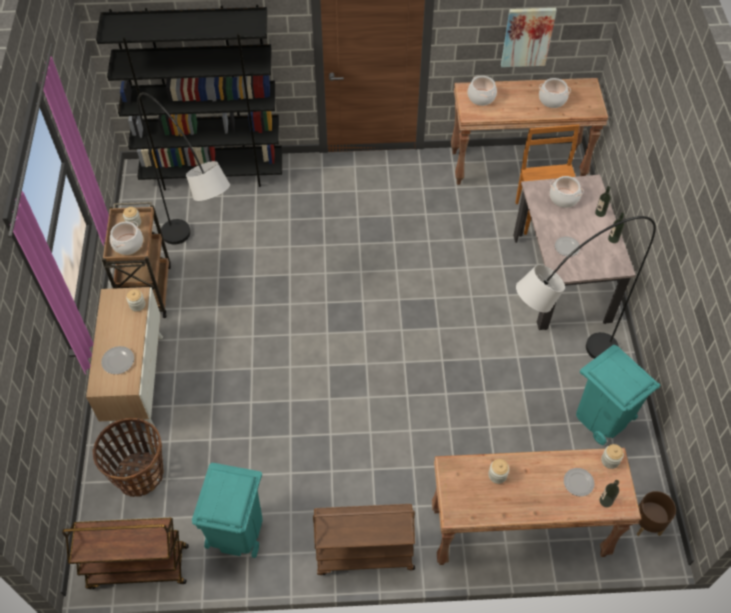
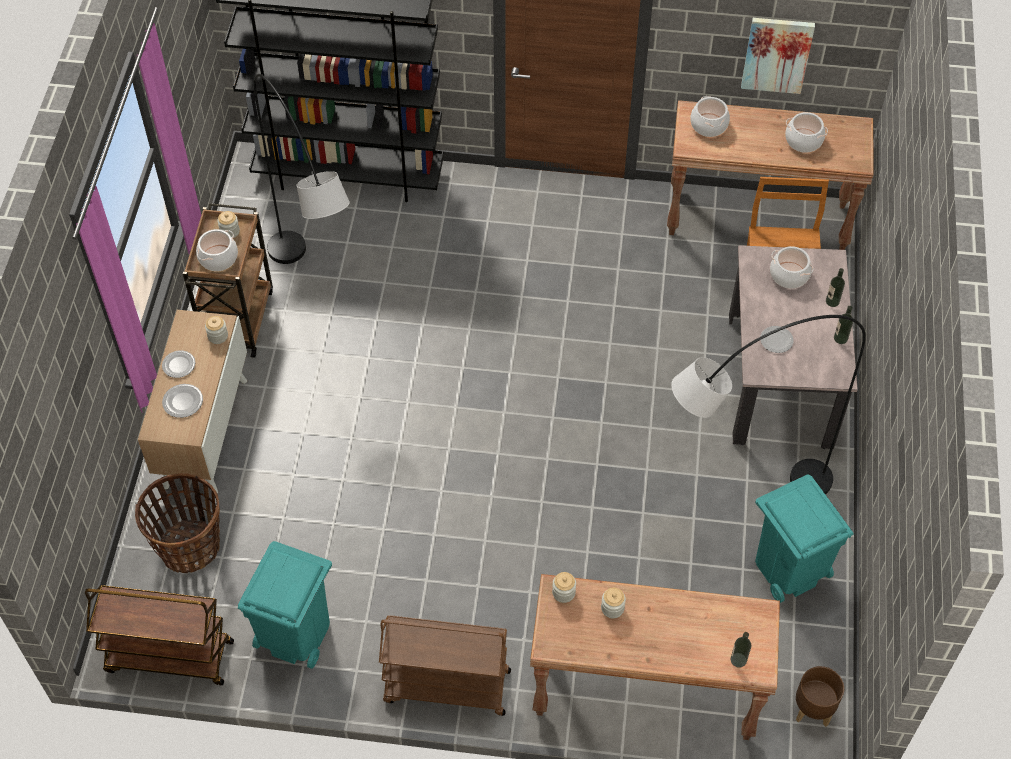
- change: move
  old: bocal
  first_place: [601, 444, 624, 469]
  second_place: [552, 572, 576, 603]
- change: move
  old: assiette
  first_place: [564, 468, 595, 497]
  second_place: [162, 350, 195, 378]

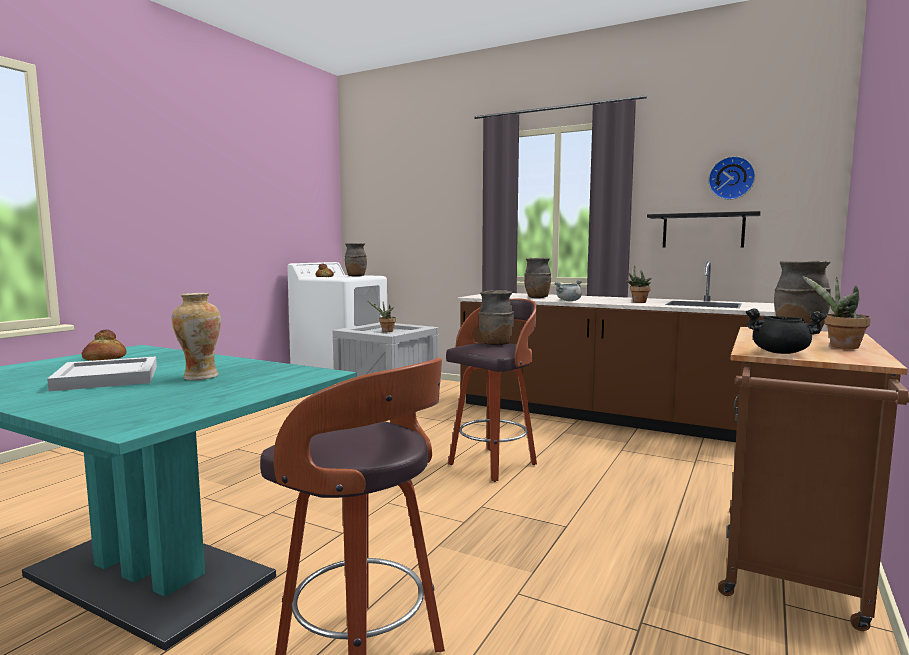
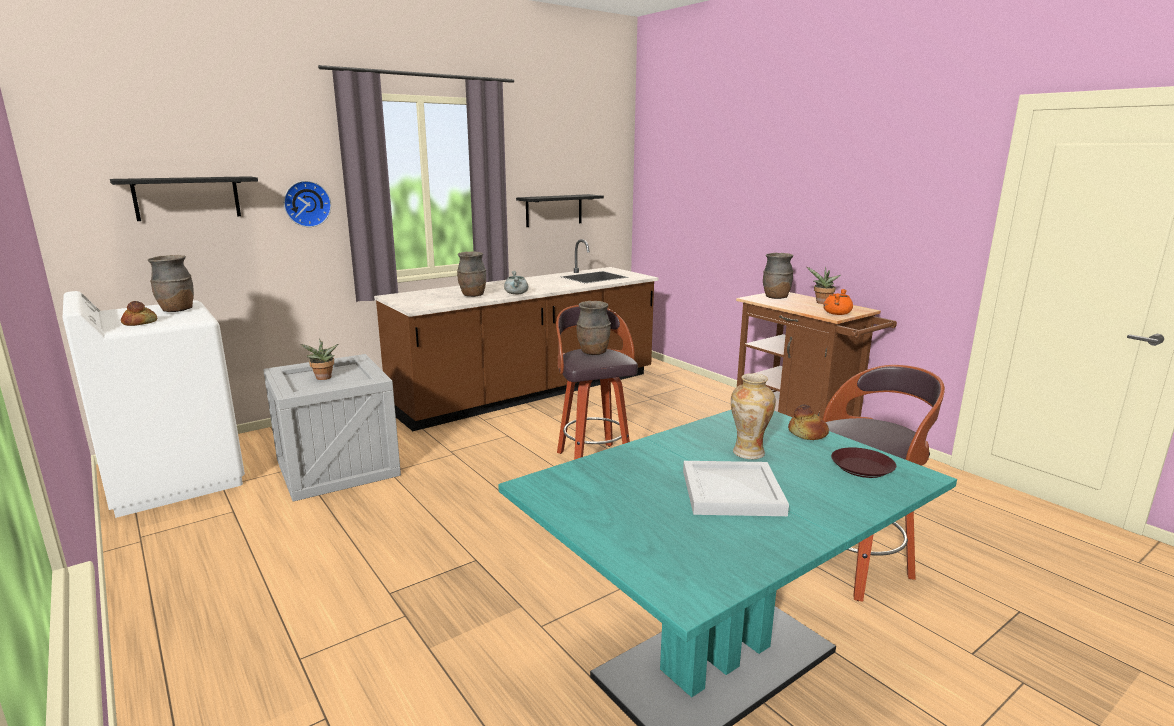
- change: move
  old: horloge murale
  first_place: [708, 156, 755, 200]
  second_place: [284, 181, 331, 227]
- change: delete
  old: plante en pot
  first_place: [626, 266, 652, 303]
- change: recolor
  old: marmite/noir
  new: marmite/orange
  first_place: [746, 308, 827, 354]
  second_place: [823, 289, 853, 315]
- change: move
  old: pain
  first_place: [82, 330, 127, 361]
  second_place: [788, 404, 829, 440]
- change: insert
  new: étagère/noir
  second_place: [110, 176, 258, 221]
- change: insert
  new: assiette/marron
  second_place: [831, 447, 896, 478]

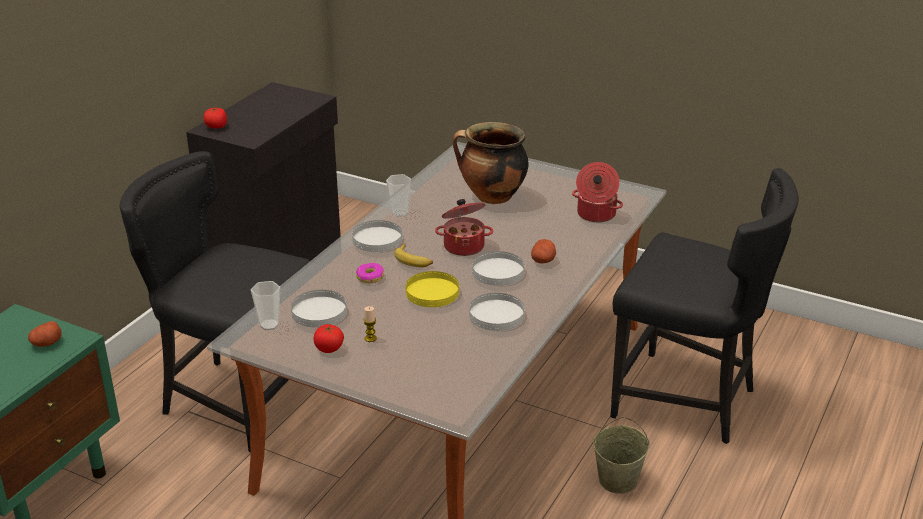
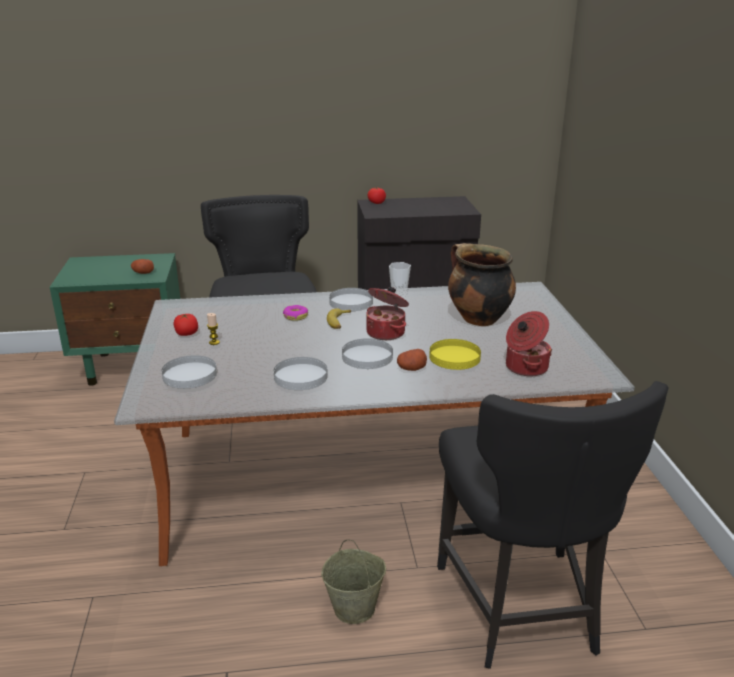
- change: move
  old: assiette/jaune
  first_place: [406, 271, 459, 307]
  second_place: [429, 339, 481, 370]
- change: delete
  old: tasse
  first_place: [251, 281, 280, 330]
- change: move
  old: assiette/blanc
  first_place: [291, 290, 347, 328]
  second_place: [161, 355, 217, 389]

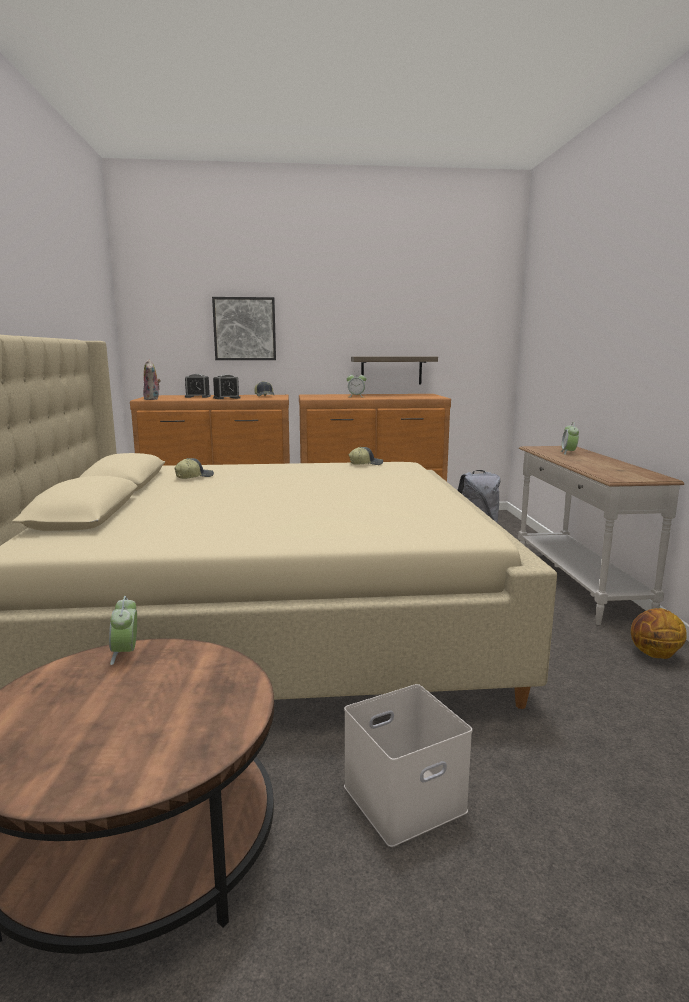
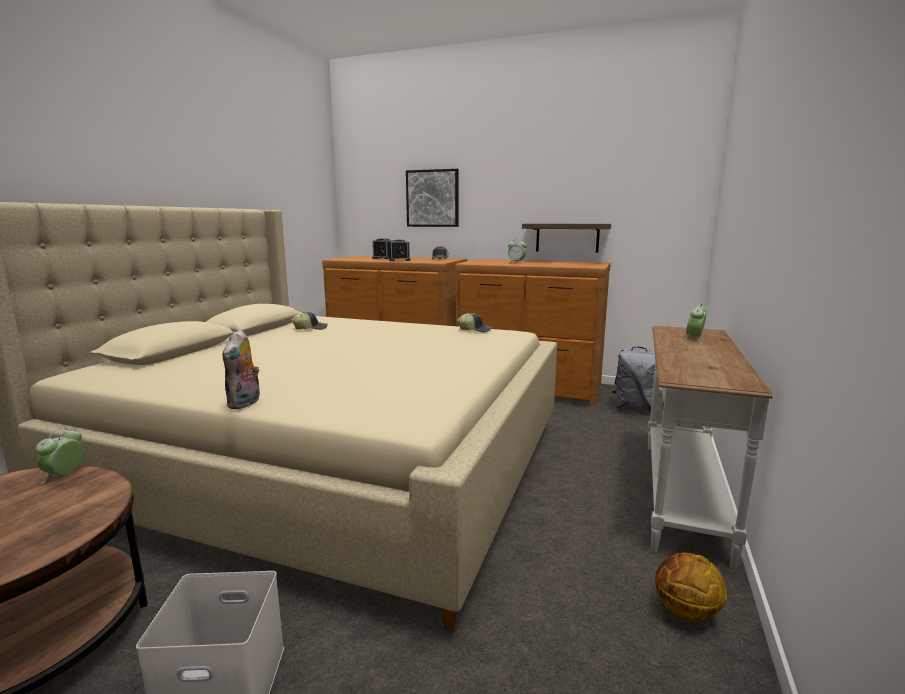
- change: move
  old: peluche
  first_place: [143, 359, 161, 400]
  second_place: [223, 329, 260, 409]

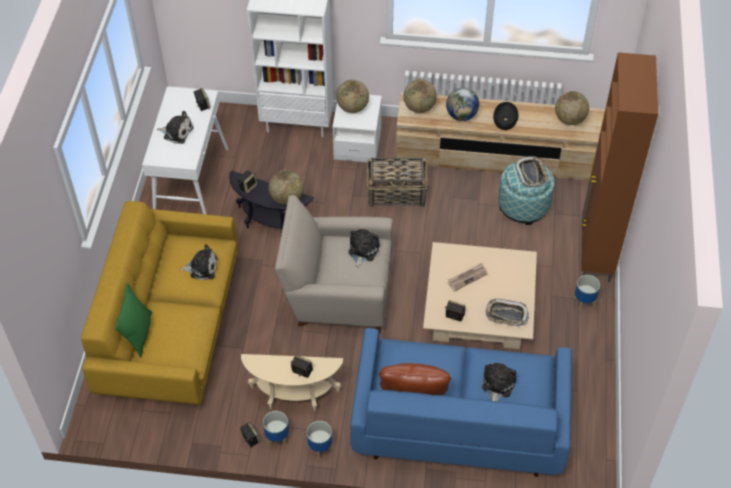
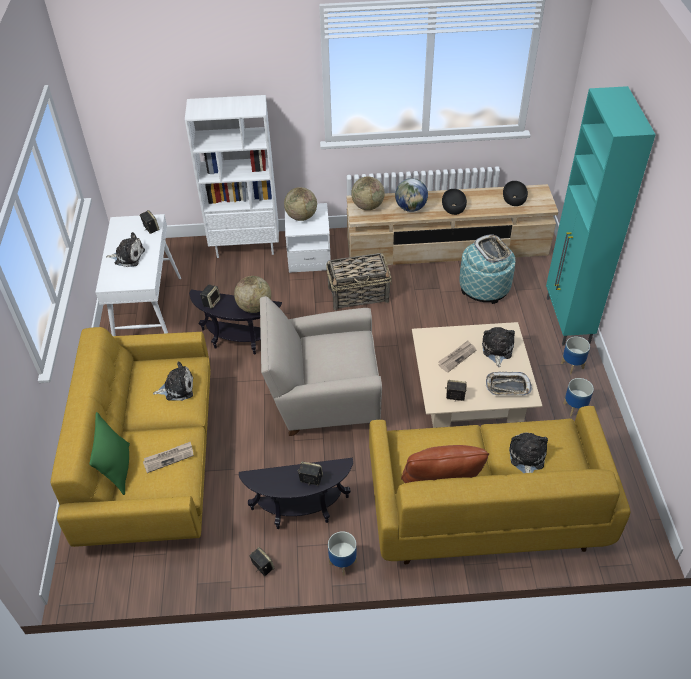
- change: recolor
  old: meuble de rangement/marron
  new: meuble de rangement/turquoise
  first_place: [581, 52, 658, 282]
  second_place: [546, 86, 656, 345]
- change: replace
  old: globe
  new: bol/noir
  first_place: [555, 91, 589, 125]
  second_place: [503, 181, 528, 206]
- change: move
  old: peluche
  first_place: [348, 229, 380, 268]
  second_place: [482, 327, 515, 367]
- change: recolor
  old: canapé/bleu
  new: canapé/jaune
  first_place: [350, 328, 572, 477]
  second_place: [369, 406, 630, 565]
- change: recolor
  old: table d'appoint/beige
  new: table d'appoint/noir
  first_place: [241, 354, 343, 411]
  second_place: [239, 458, 353, 529]
- change: move
  old: cache-pot
  first_place: [263, 411, 289, 447]
  second_place: [563, 378, 594, 416]
- change: insert
  new: journal
  second_place: [143, 442, 194, 473]

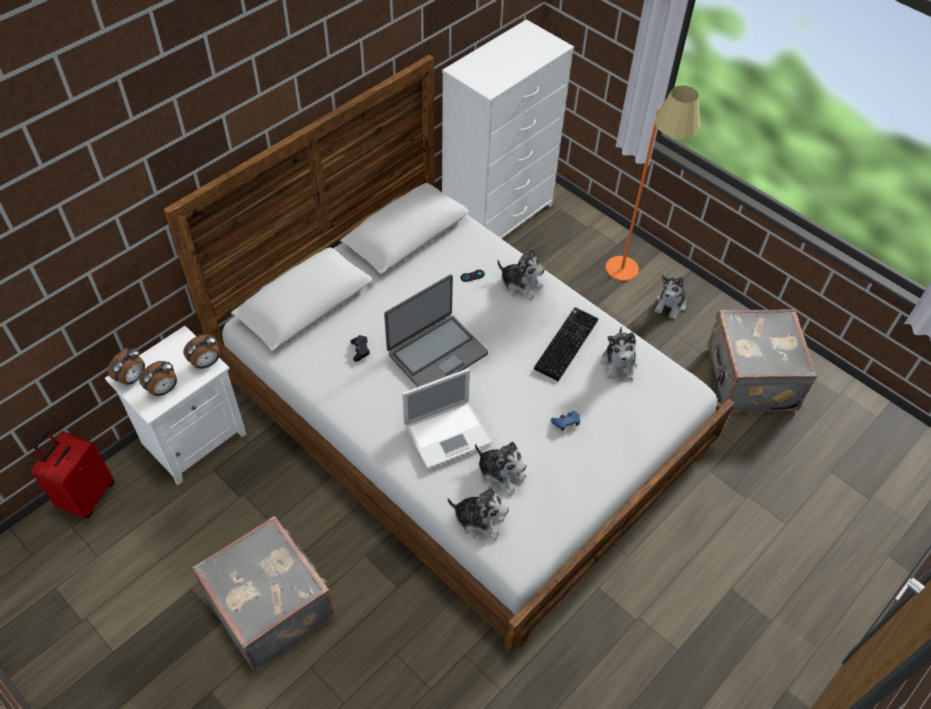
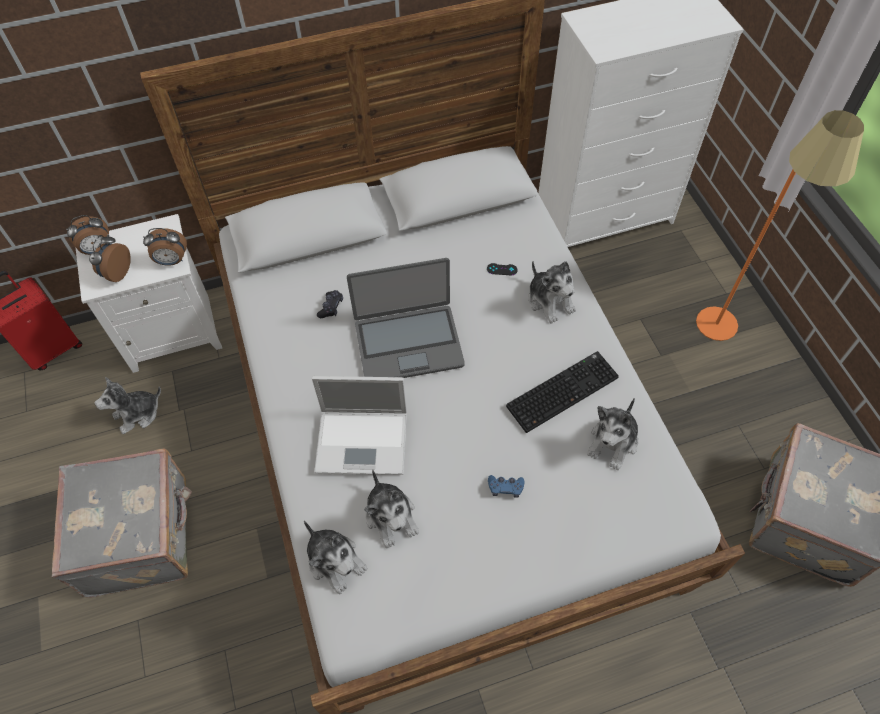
- change: move
  old: peluche
  first_place: [655, 275, 686, 319]
  second_place: [95, 377, 161, 434]
- change: rotate
  old: réveil
  first_place: [139, 361, 177, 396]
  second_place: [89, 234, 131, 282]
  degrees: 120

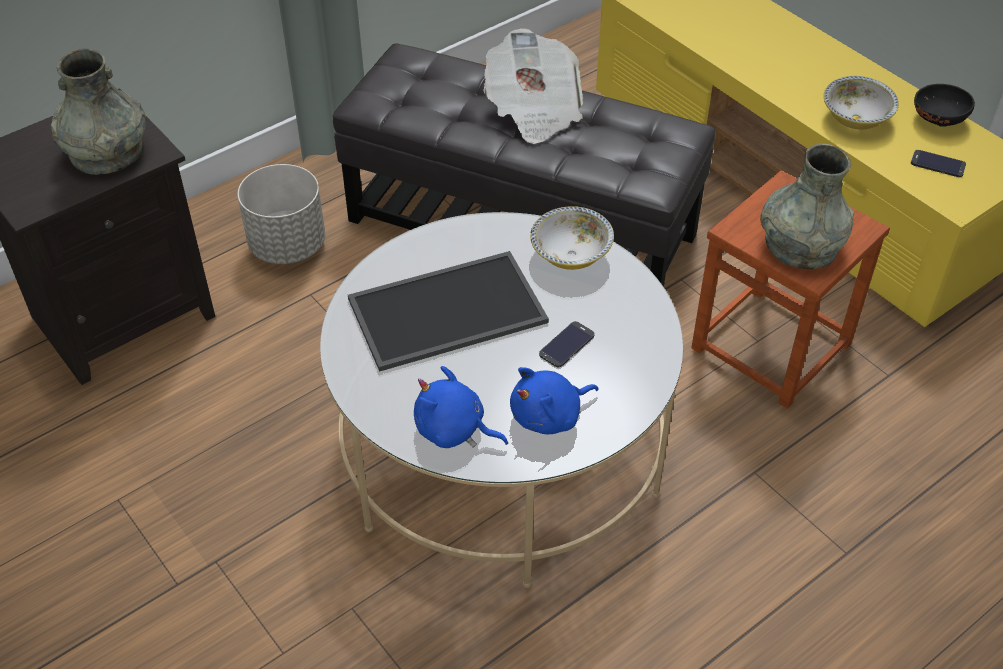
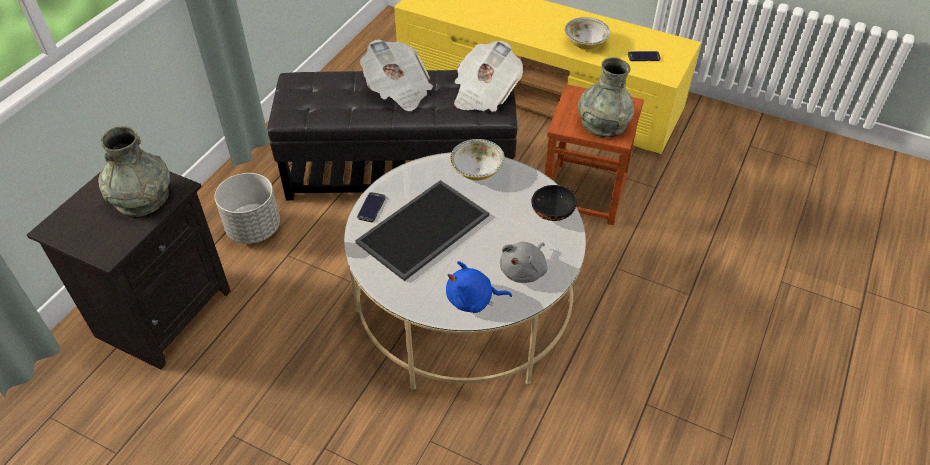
- change: move
  old: bol/noir
  first_place: [914, 84, 975, 127]
  second_place: [532, 185, 577, 221]
- change: move
  old: téléphone
  first_place: [539, 321, 595, 367]
  second_place: [357, 192, 386, 222]
- change: recolor
  old: peluche/bleu
  new: peluche/gris
  first_place: [510, 367, 599, 434]
  second_place: [500, 242, 548, 283]
- change: insert
  new: journal
  second_place: [454, 41, 523, 112]

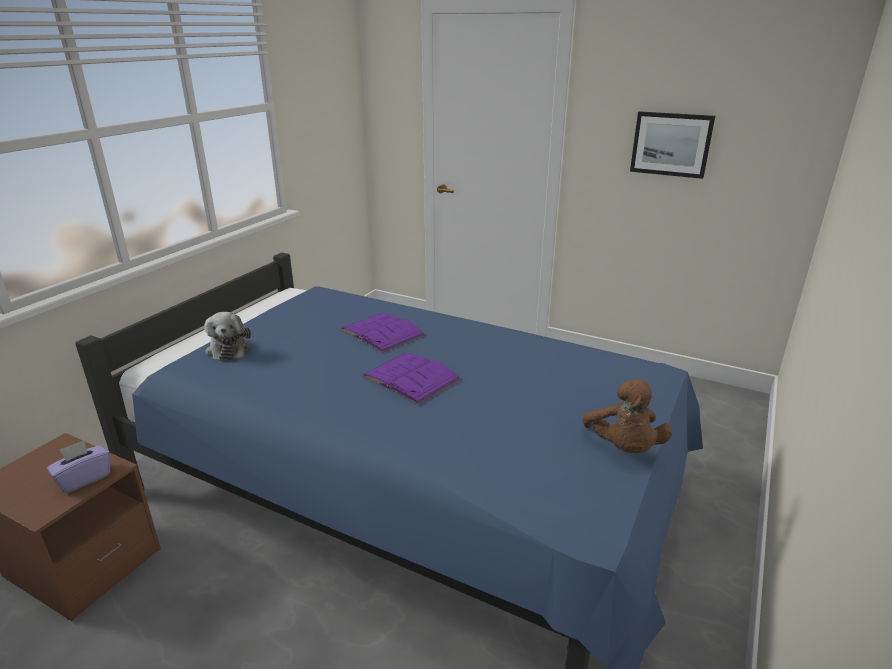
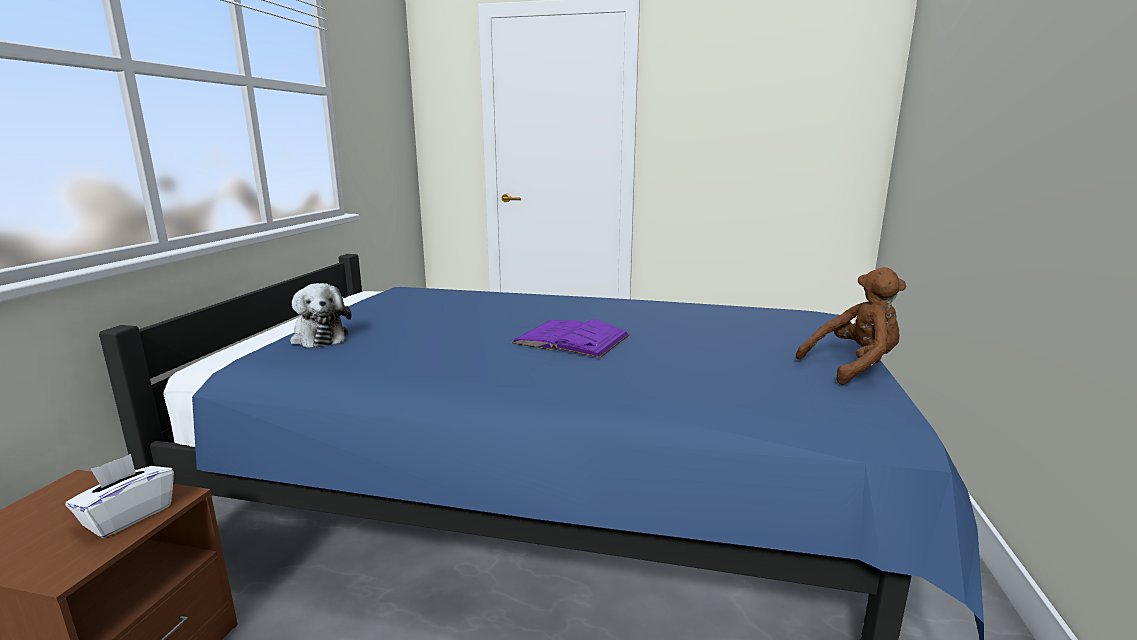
- change: delete
  old: tableau
  first_place: [630, 111, 715, 179]
- change: delete
  old: livre/violet
  first_place: [341, 313, 425, 353]
- change: rotate
  old: peluche/marron
  first_place: [582, 379, 672, 453]
  second_place: [796, 267, 907, 385]
  degrees: -90
- change: recolor
  old: boîte à mouchoirs/violet
  new: boîte à mouchoirs/blanc
  first_place: [46, 440, 110, 493]
  second_place: [65, 454, 174, 538]

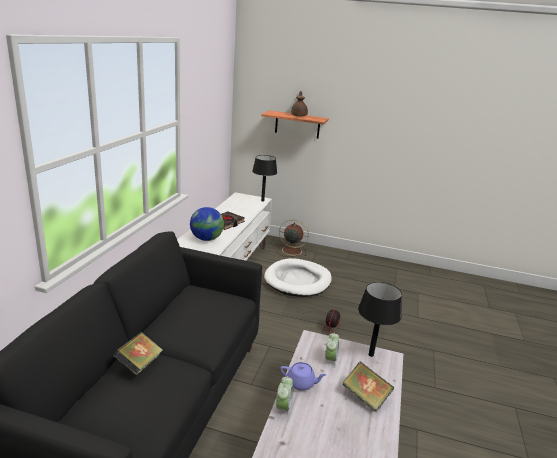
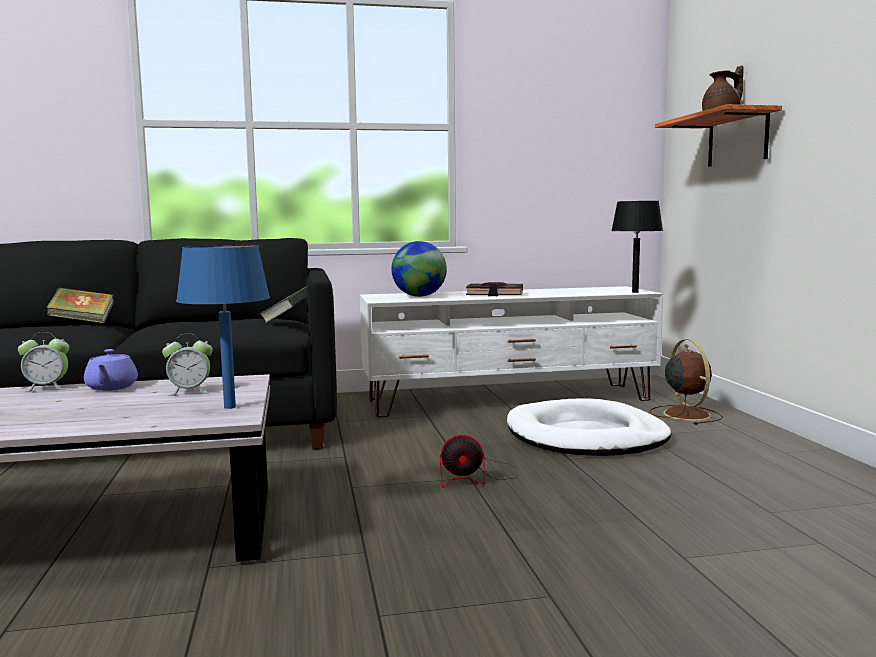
- change: recolor
  old: lampe de table/noir
  new: lampe de table/bleu
  first_place: [358, 282, 402, 357]
  second_place: [176, 245, 270, 409]
- change: move
  old: livre
  first_place: [343, 361, 394, 412]
  second_place: [260, 286, 308, 323]

